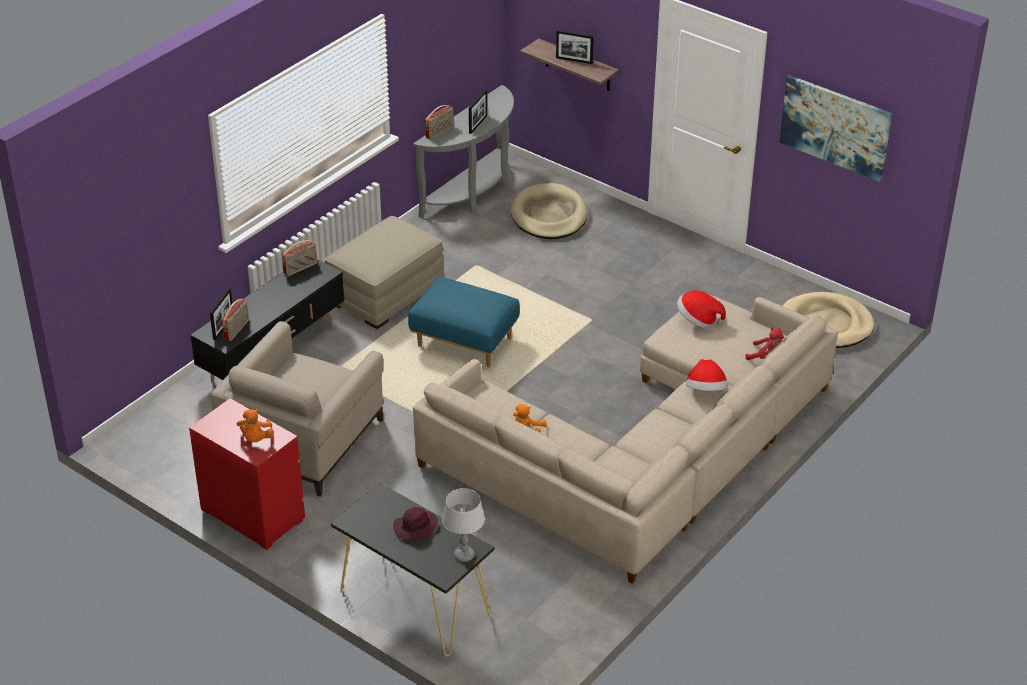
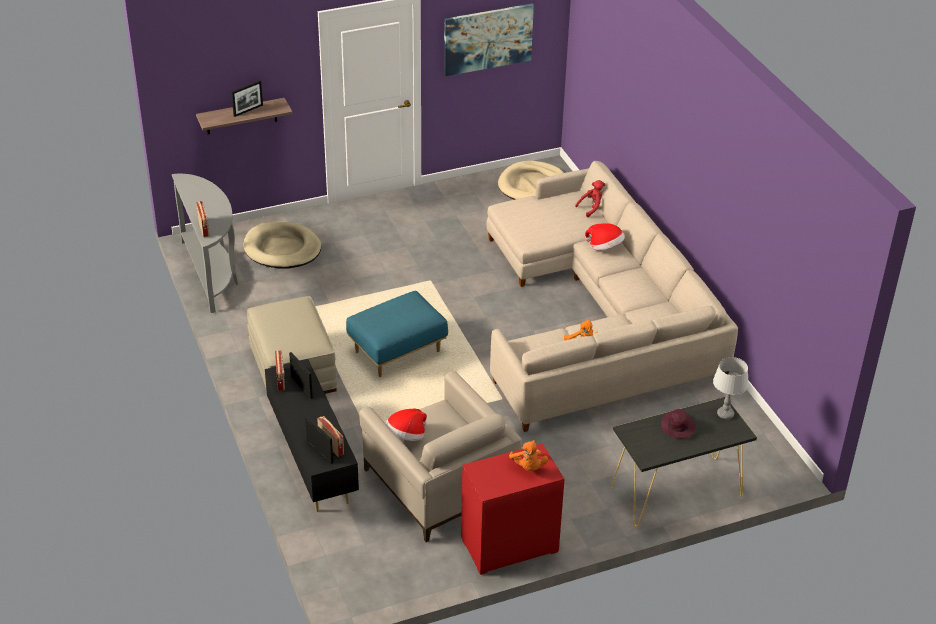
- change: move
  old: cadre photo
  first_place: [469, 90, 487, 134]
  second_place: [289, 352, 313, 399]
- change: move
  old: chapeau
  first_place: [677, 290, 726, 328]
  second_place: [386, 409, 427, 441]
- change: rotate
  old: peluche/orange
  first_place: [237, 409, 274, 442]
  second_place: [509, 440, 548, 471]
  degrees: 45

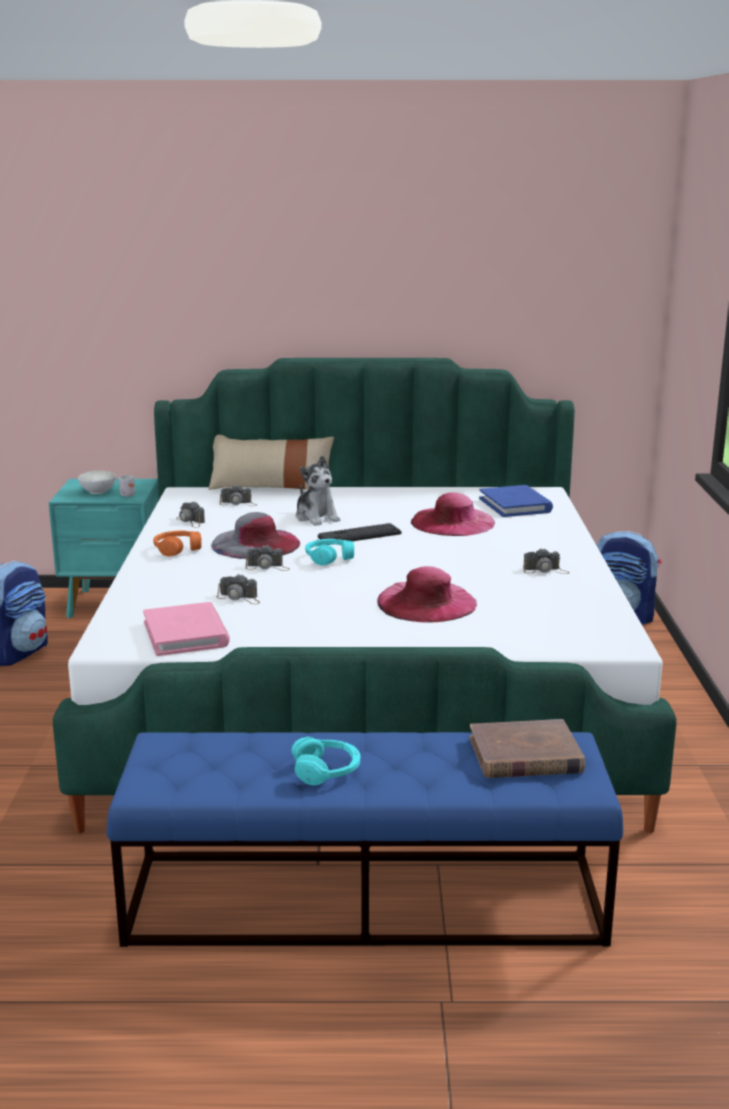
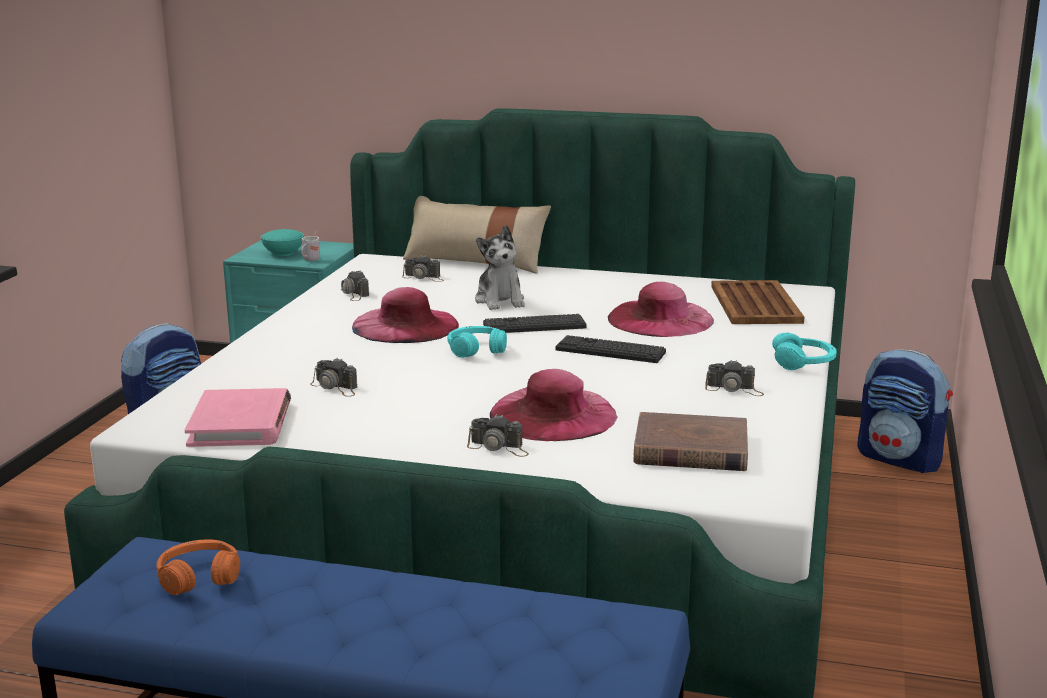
- change: recolor
  old: bol/blanc
  new: bol/turquoise
  first_place: [78, 470, 116, 494]
  second_place: [261, 229, 304, 256]
- change: replace
  old: livre/bleu
  new: plateau/marron
  first_place: [479, 485, 553, 517]
  second_place: [711, 280, 804, 324]
- change: recolor
  old: chapeau/gris
  new: chapeau/rose
  first_place: [211, 512, 300, 559]
  second_place: [352, 287, 459, 343]
- change: move
  old: casque audio/orange
  first_place: [153, 531, 202, 557]
  second_place: [156, 539, 240, 595]
- change: move
  old: appareil photo
  first_place: [246, 546, 290, 571]
  second_place: [467, 414, 529, 457]
- change: move
  old: livre/marron
  first_place: [469, 719, 585, 778]
  second_place: [634, 412, 748, 471]
- change: move
  old: casque audio/turquoise
  first_place: [292, 736, 360, 785]
  second_place: [772, 332, 837, 370]
- change: insert
  new: clavier
  second_place: [555, 335, 666, 363]

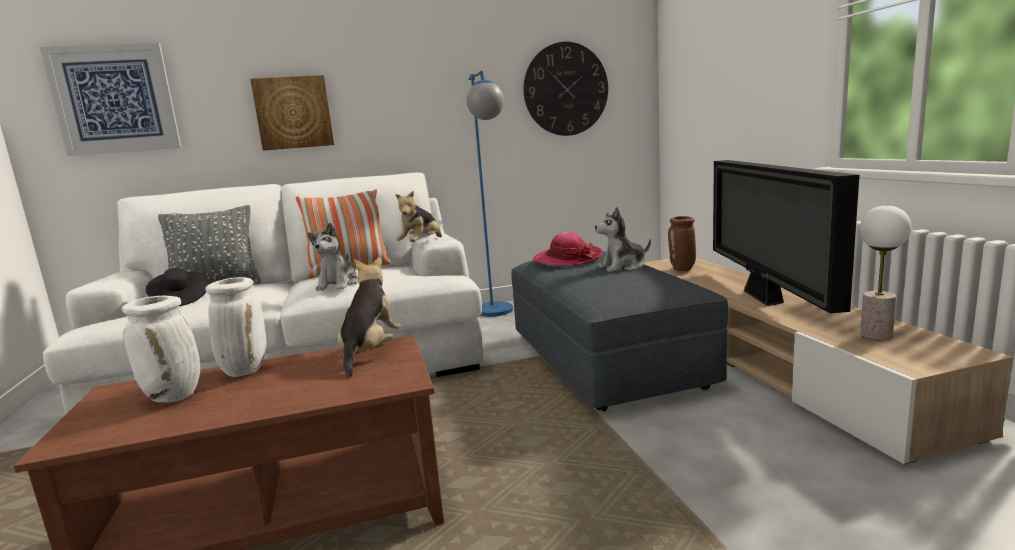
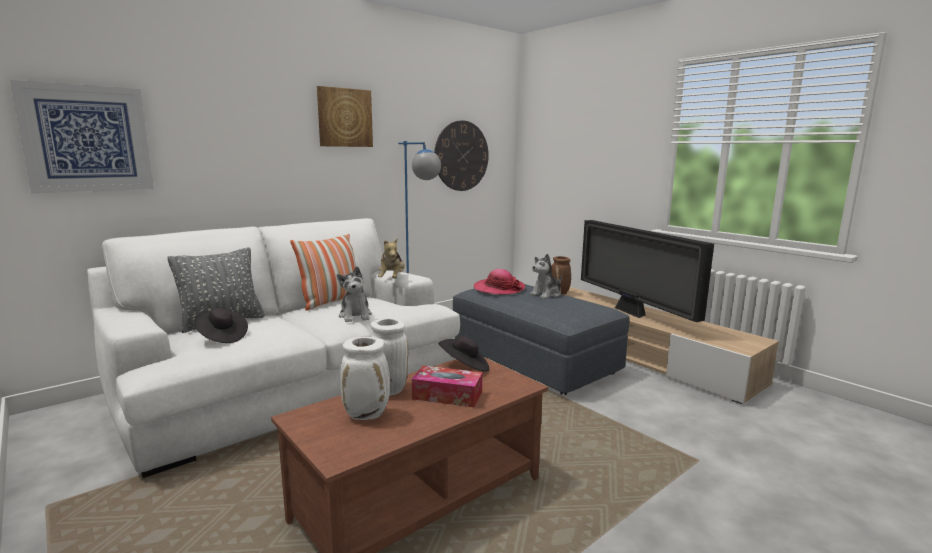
- change: move
  old: tableau
  first_place: [250, 75, 334, 151]
  second_place: [317, 86, 373, 147]
- change: delete
  old: lampe de table
  first_place: [859, 205, 912, 340]
- change: replace
  old: peluche
  new: chapeau/noir
  first_place: [338, 257, 401, 377]
  second_place: [438, 336, 489, 372]
- change: insert
  new: boîte à mouchoirs
  second_place: [412, 366, 482, 408]

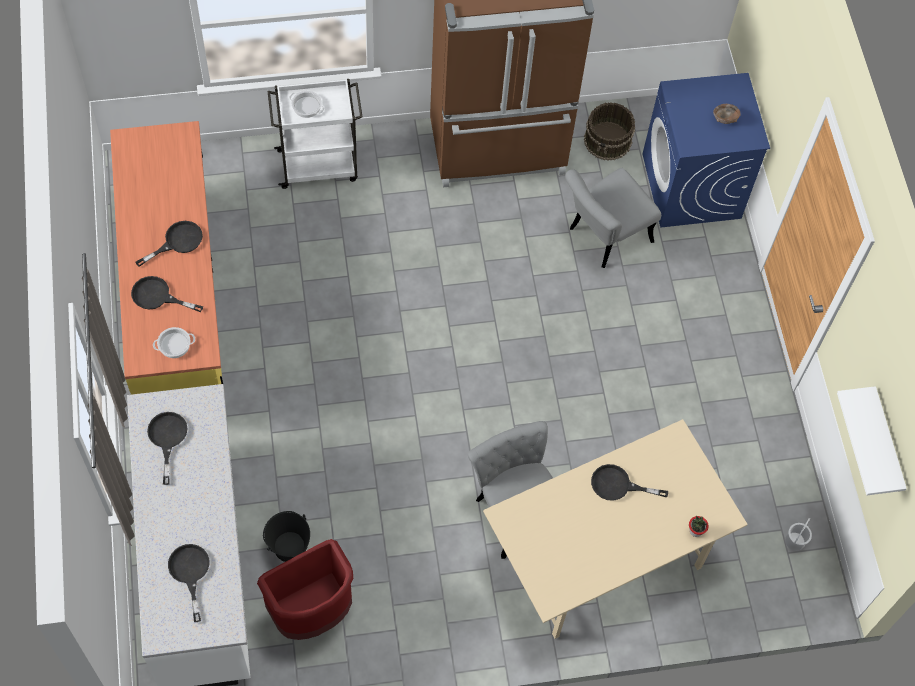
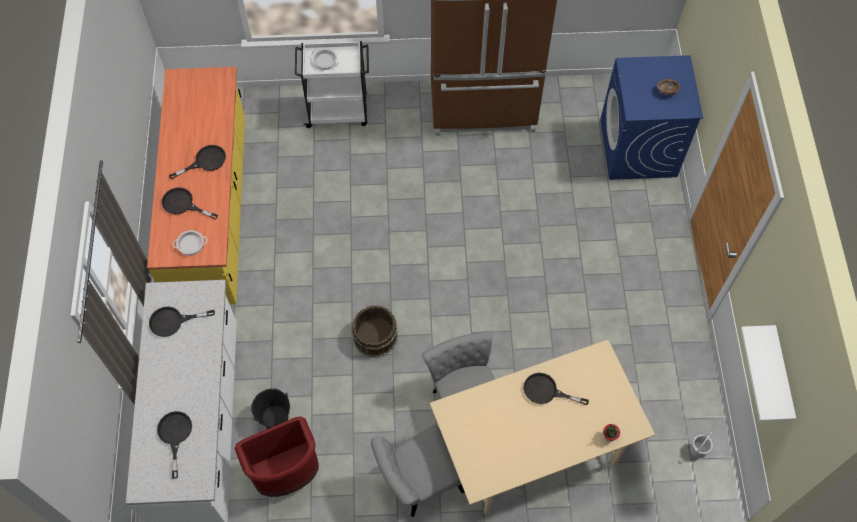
- change: move
  old: seau/marron
  first_place: [584, 103, 635, 161]
  second_place: [352, 305, 398, 358]
- change: move
  old: chaise/gris
  first_place: [565, 168, 661, 268]
  second_place: [371, 425, 465, 517]
- change: rotate
  old: poêle/noir
  first_place: [147, 412, 187, 485]
  second_place: [149, 307, 215, 337]
  degrees: -105

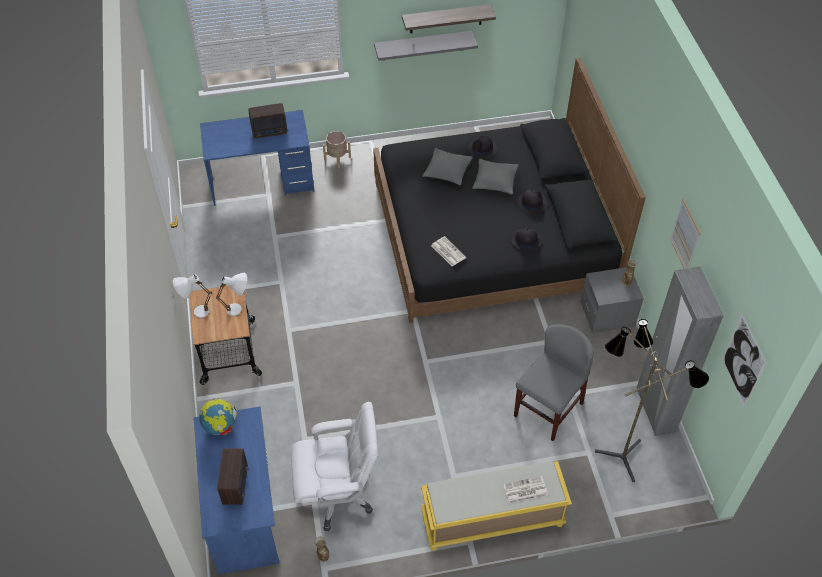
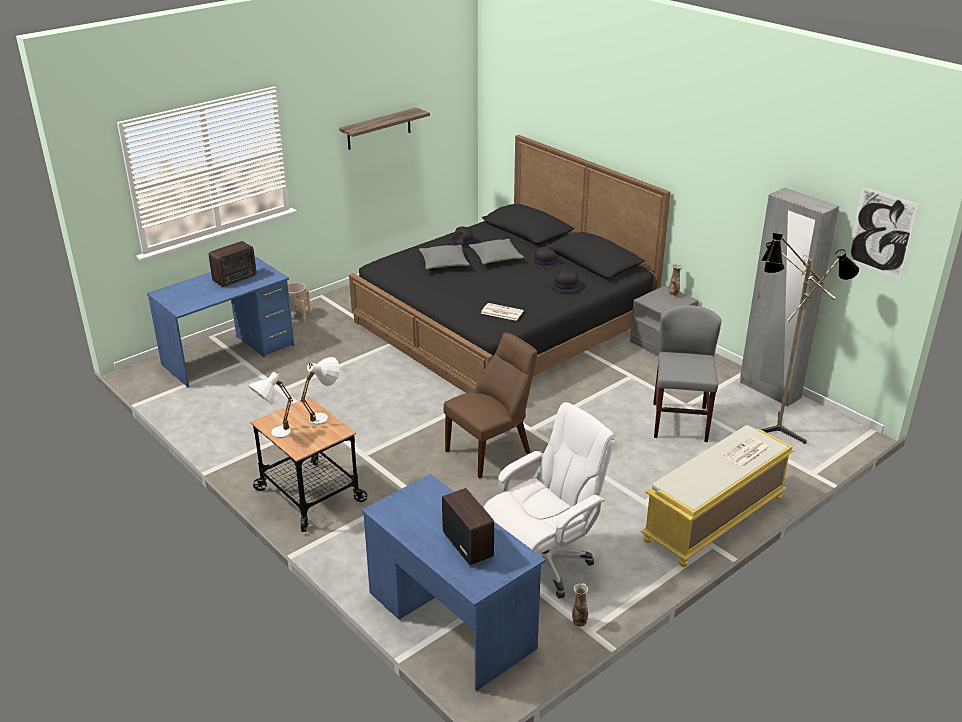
- change: delete
  old: étagère/gris
  first_place: [374, 31, 478, 61]
- change: delete
  old: tableau
  first_place: [670, 198, 701, 269]
- change: delete
  old: globe
  first_place: [199, 398, 237, 435]
- change: insert
  new: chaise/marron
  second_place: [444, 333, 537, 478]

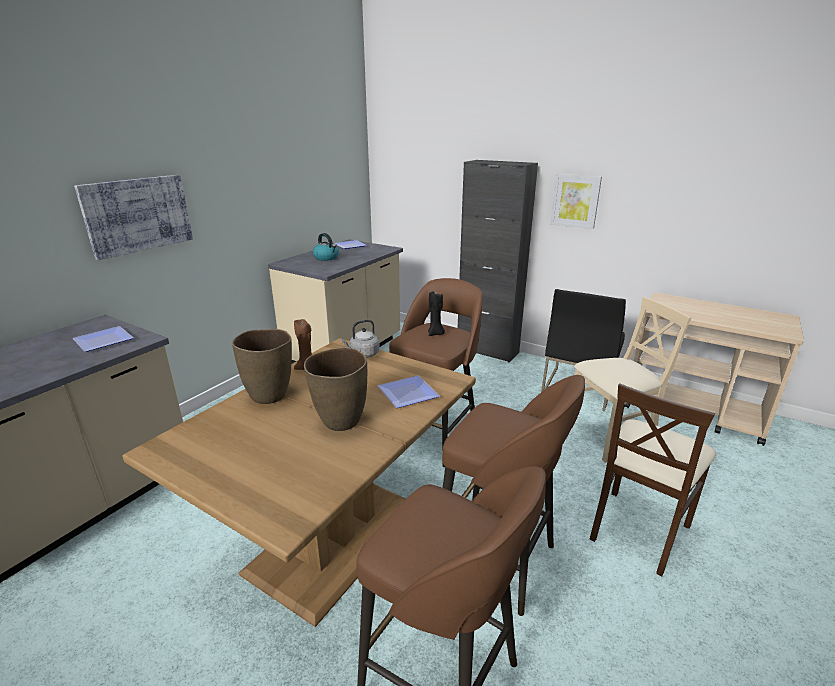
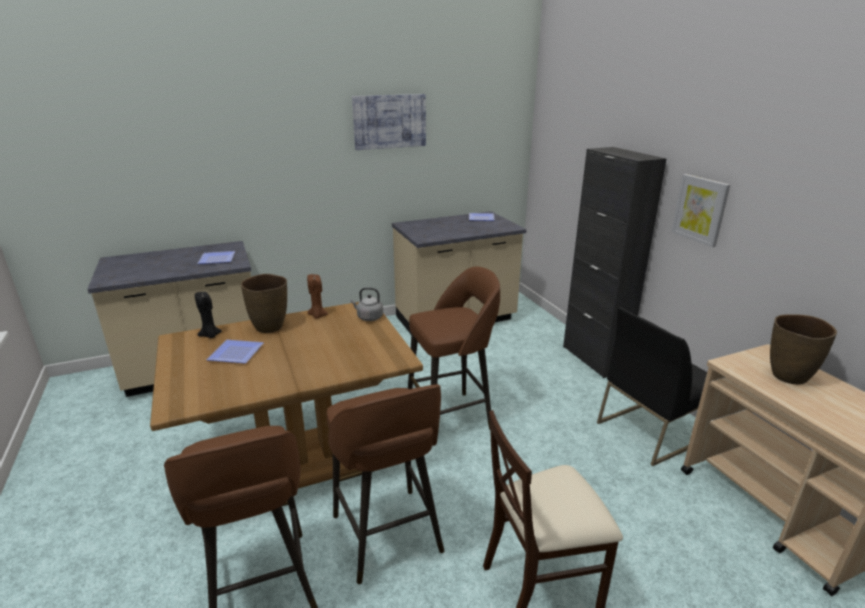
- change: move
  old: tableau
  first_place: [74, 175, 193, 260]
  second_place: [352, 94, 426, 150]
- change: delete
  old: bouilloire
  first_place: [313, 233, 339, 261]
- change: move
  old: bougie/noir
  first_place: [428, 291, 445, 336]
  second_place: [195, 292, 222, 338]
- change: delete
  old: chaise/beige
  first_place: [574, 297, 691, 463]
- change: move
  old: vase/marron
  first_place: [304, 347, 367, 431]
  second_place: [770, 314, 837, 384]
- change: move
  old: assiette
  first_place: [377, 375, 440, 408]
  second_place: [206, 340, 264, 363]

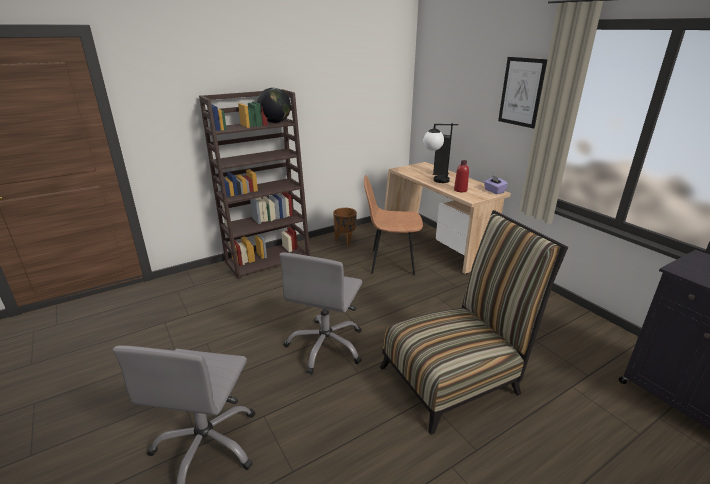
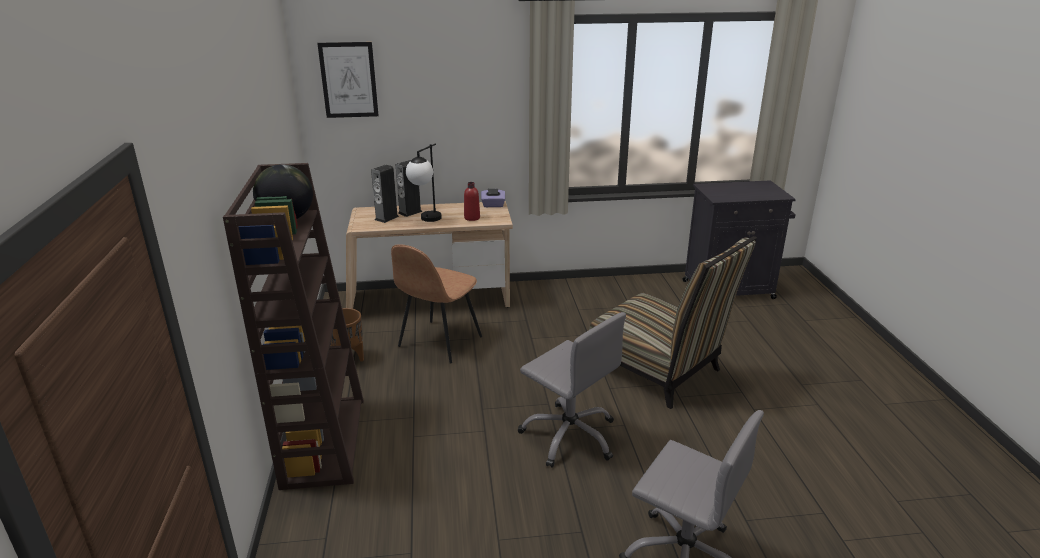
- change: move
  old: tableau
  first_place: [498, 57, 548, 129]
  second_place: [317, 42, 379, 118]
- change: rotate
  old: chaise
  first_place: [380, 210, 568, 435]
  second_place: [589, 236, 757, 409]
  degrees: 135
- change: insert
  new: enceinte
  second_place: [371, 165, 399, 223]

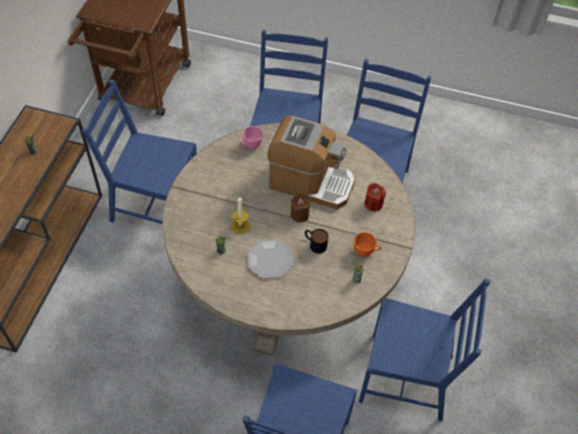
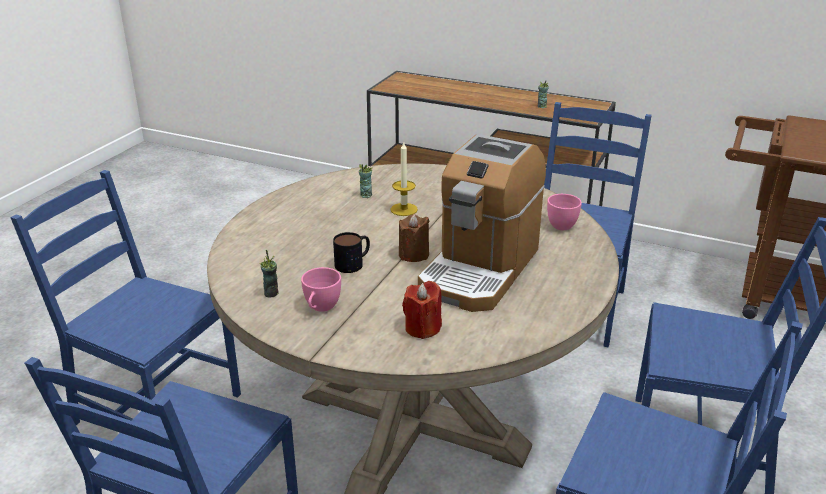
- change: recolor
  old: tasse/orange
  new: tasse/rose
  first_place: [354, 232, 381, 257]
  second_place: [301, 267, 341, 312]
- change: delete
  old: assiette
  first_place: [247, 239, 294, 279]

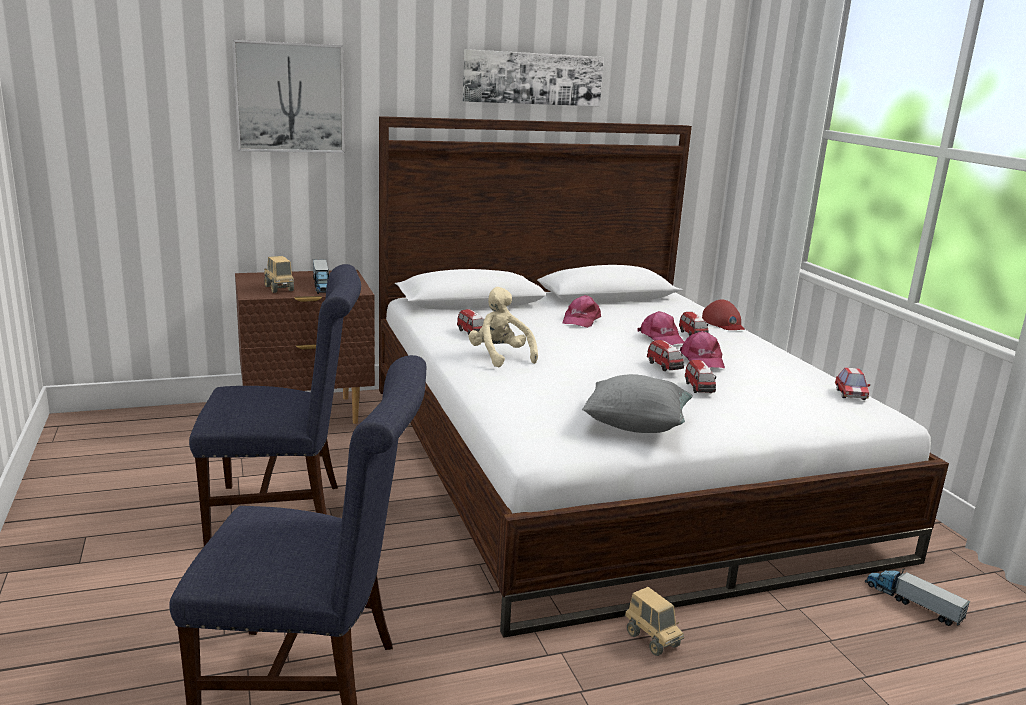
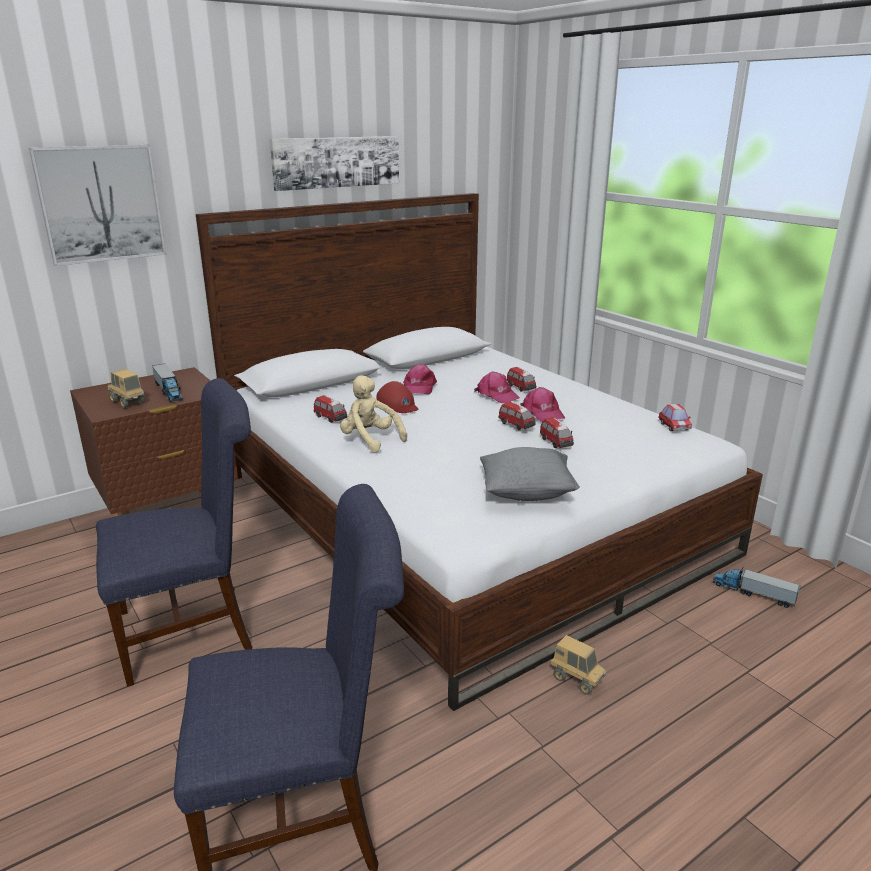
- change: move
  old: casquette/rouge
  first_place: [702, 300, 745, 330]
  second_place: [377, 381, 418, 413]

